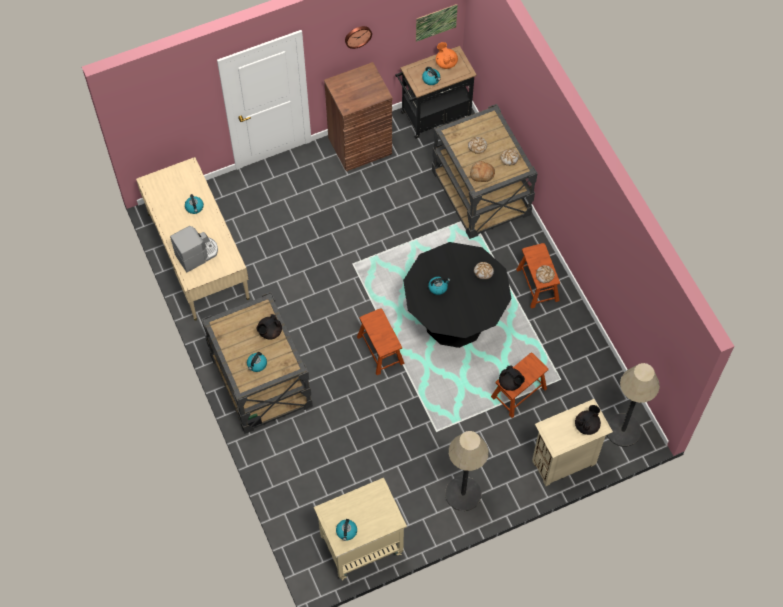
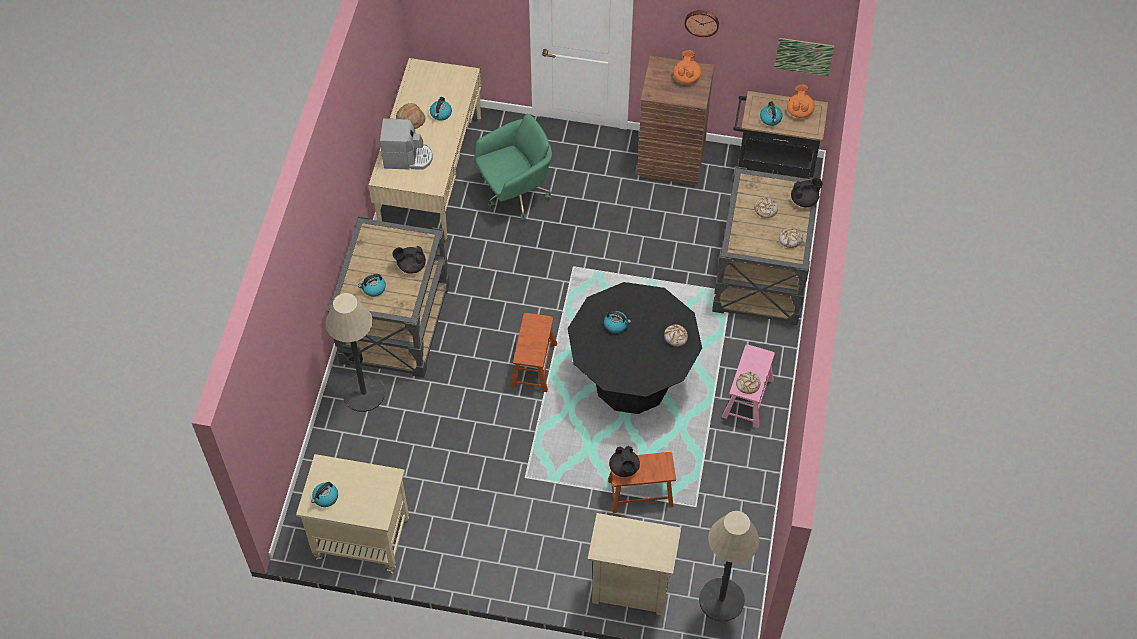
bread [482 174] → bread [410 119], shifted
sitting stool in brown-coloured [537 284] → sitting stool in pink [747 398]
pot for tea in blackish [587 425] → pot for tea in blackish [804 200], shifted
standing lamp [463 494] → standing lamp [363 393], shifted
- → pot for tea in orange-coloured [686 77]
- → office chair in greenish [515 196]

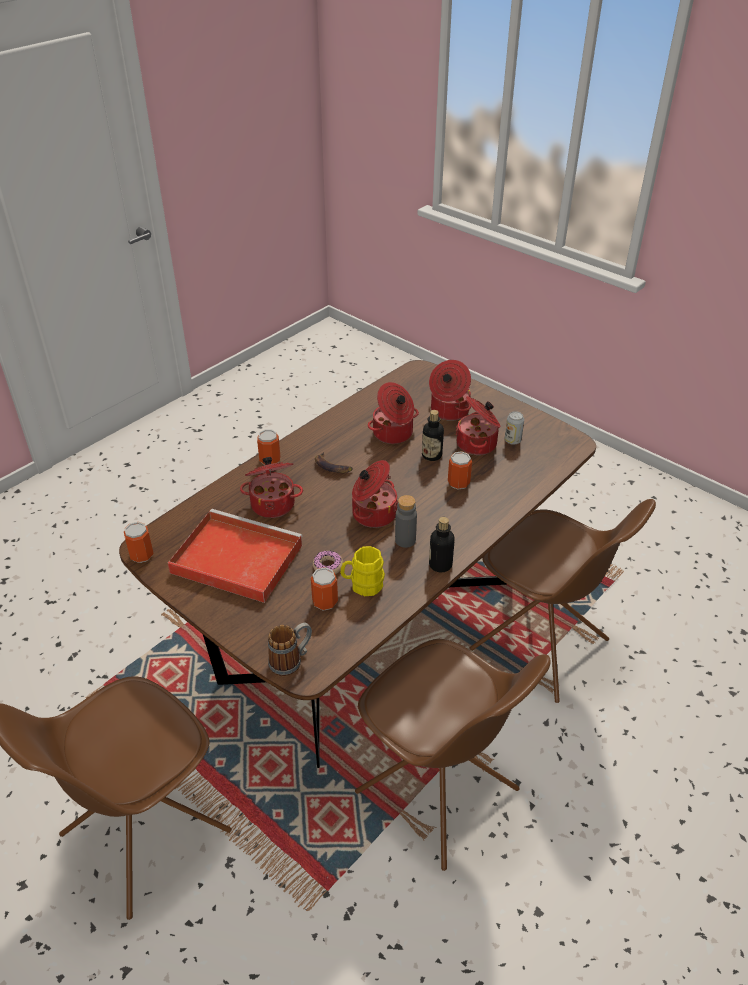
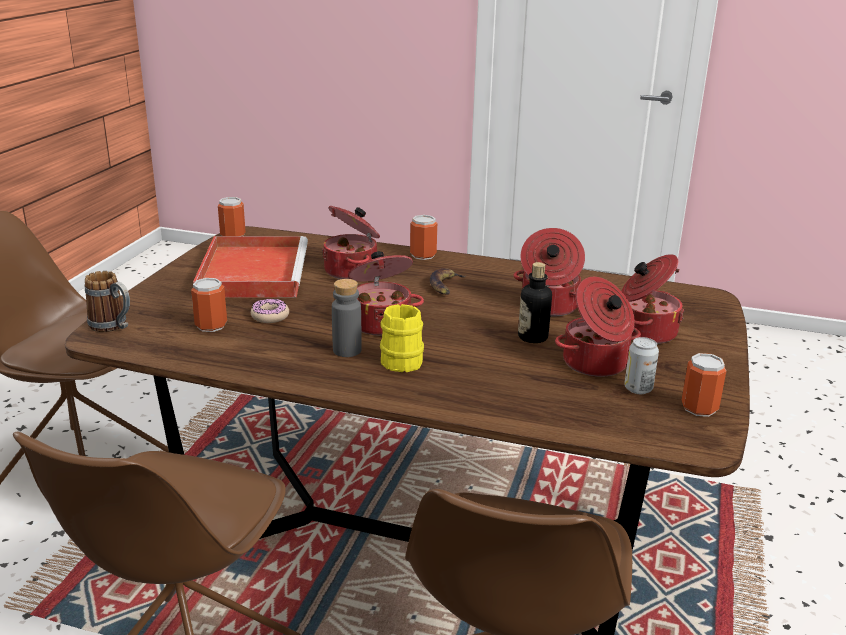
sealed can [458 483] → sealed can [699 408], shifted
bottle [440 565] → -
coffee mug in yellowish [362 585] → coffee mug in yellowish [398 359], shifted

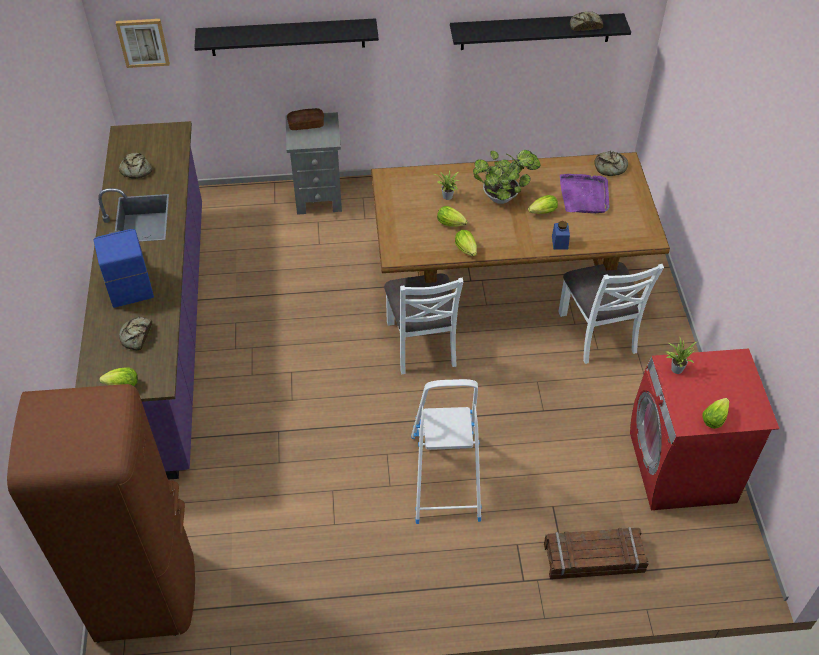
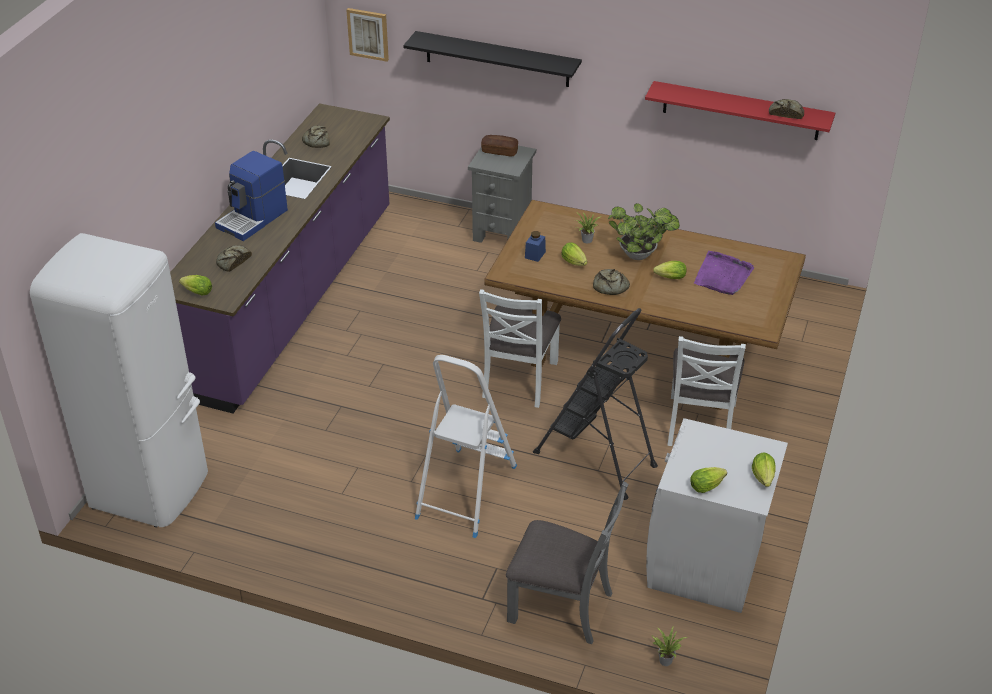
shelf in blackish [535 31] → shelf in reddish [741 111]
bread [610 167] → bread [610 286], shifted
storage jar in bluish [559 242] → storage jar in bluish [535 255], shifted
coffee brewer [127 279] → coffee brewer [253 219], 150 degrees counterclockwise
head of lettuce [467 250] → head of lettuce [763 479], shifted
houseplant [675 368] → houseplant [665 659], shifted
laundry appliance in reddish [684 468] → laundry appliance in whitish [706 565]
refrigerator in brown-coloured [148 593] → refrigerator in whitish [153 488]
crate [594 559] → upright chair in greyish [562 606]
- → step stool [596 459]

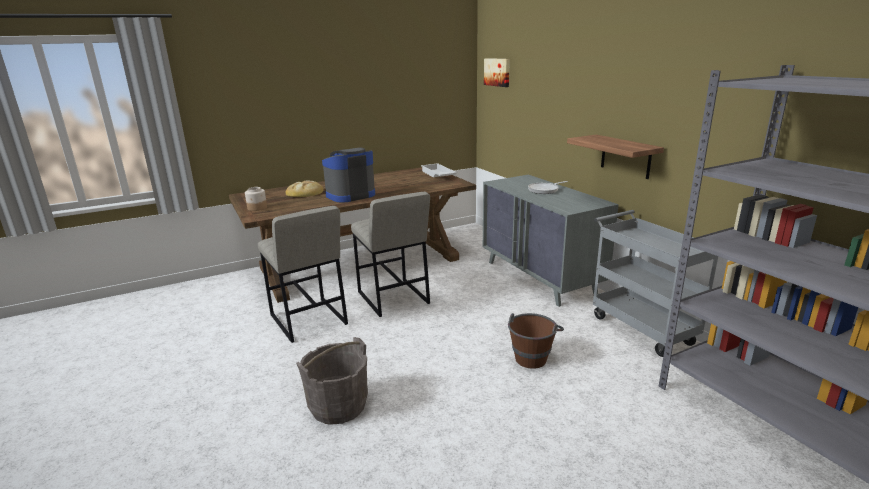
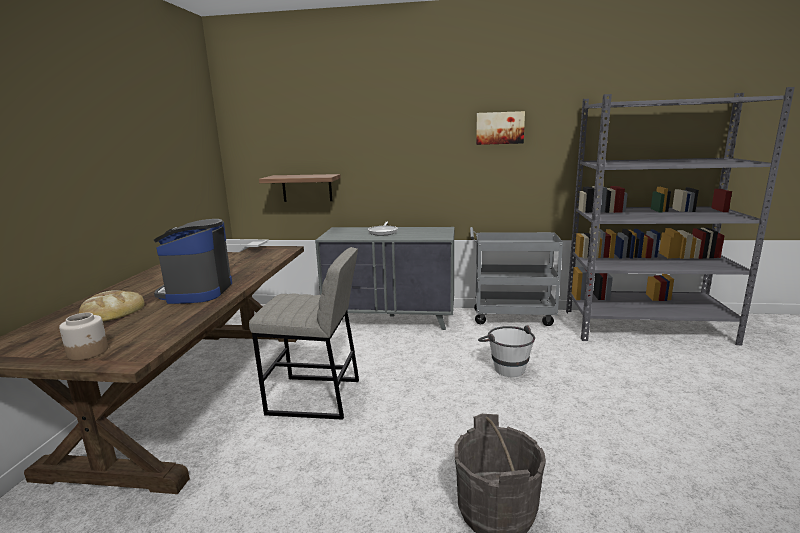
wall art [497 72] → wall art [499 128], shifted
shelf [625 156] → shelf [307 188], shifted
upright chair in greyish [309 320] → -
water bucket in brown-coloured [532 355] → water bucket in whitish [505 366]

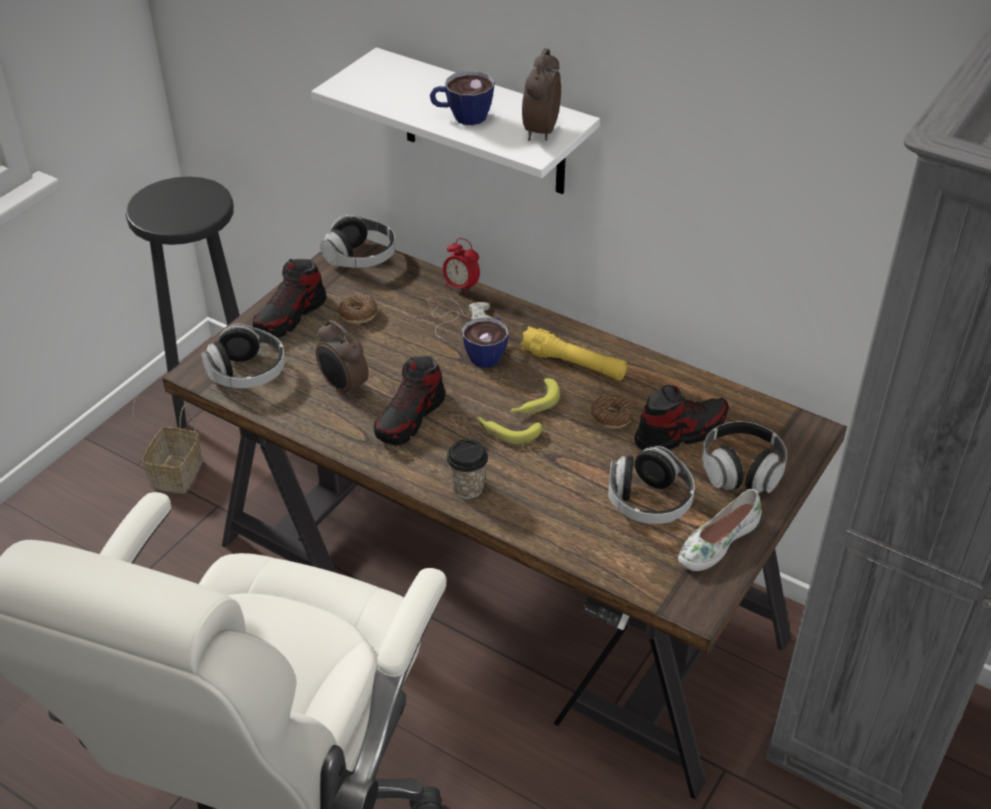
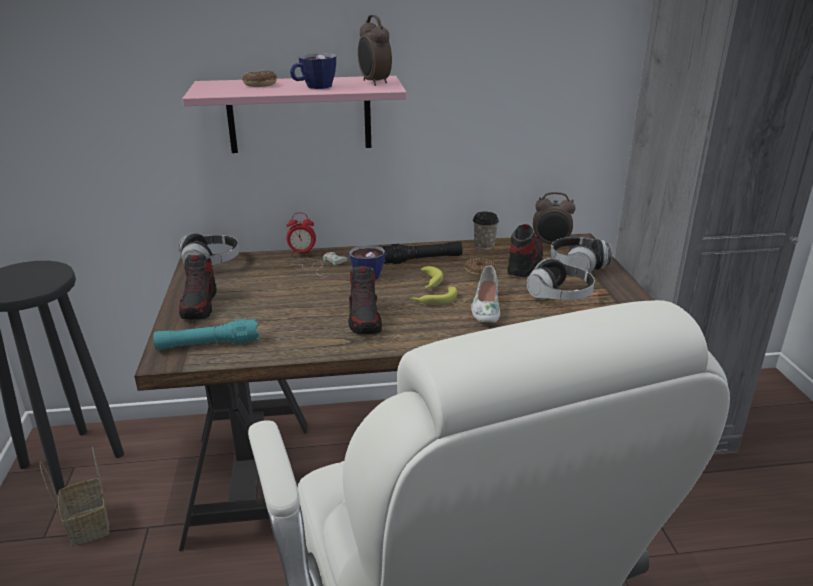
shelf in whitish [484 124] → shelf in pink [299 114]
ring doughnut [358 314] → ring doughnut [260 85], shifted
bedside clock [343 388] → bedside clock [551 244], shifted
headset [247 373] → flashlight in blue-green [208 345]
flashlight in yellowish [573 364] → flashlight in blackish [422 260]
small cup [467 487] → small cup [484 246], shifted
item of footwear in whitish [717 541] → item of footwear in whitish [485 307], shifted

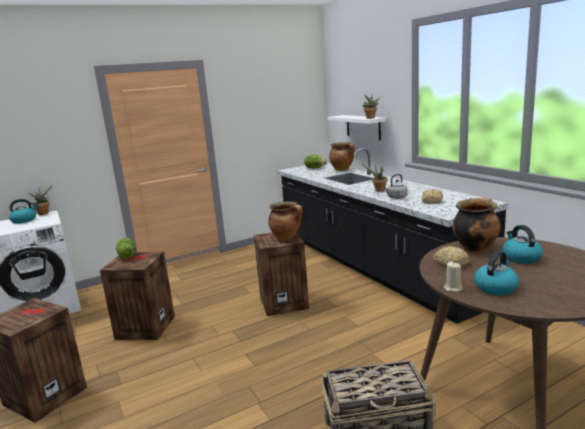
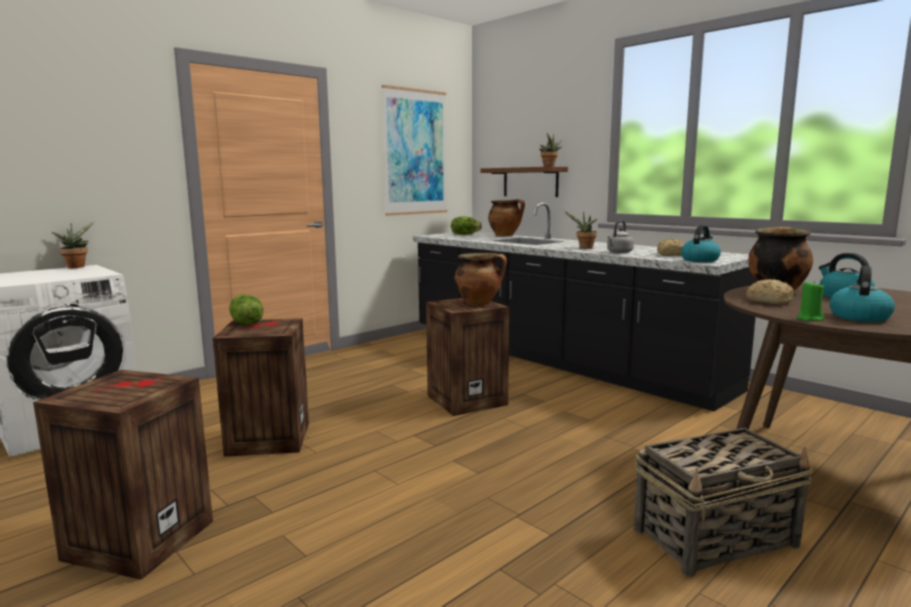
shelf in whitish [363 127] → shelf in brown-coloured [530 182]
kettle [24 220] → kettle [700 260], shifted
wax candle in beige [453 288] → wax candle in greenish [809 319]
- → wall art [415 152]

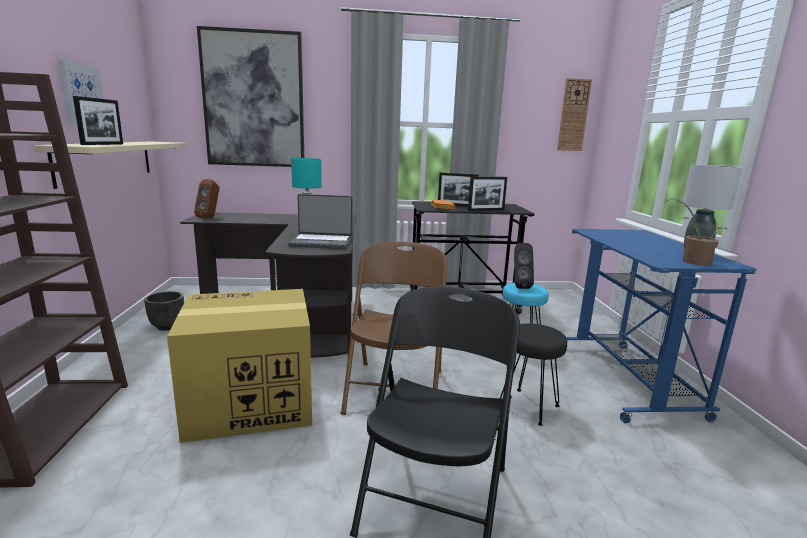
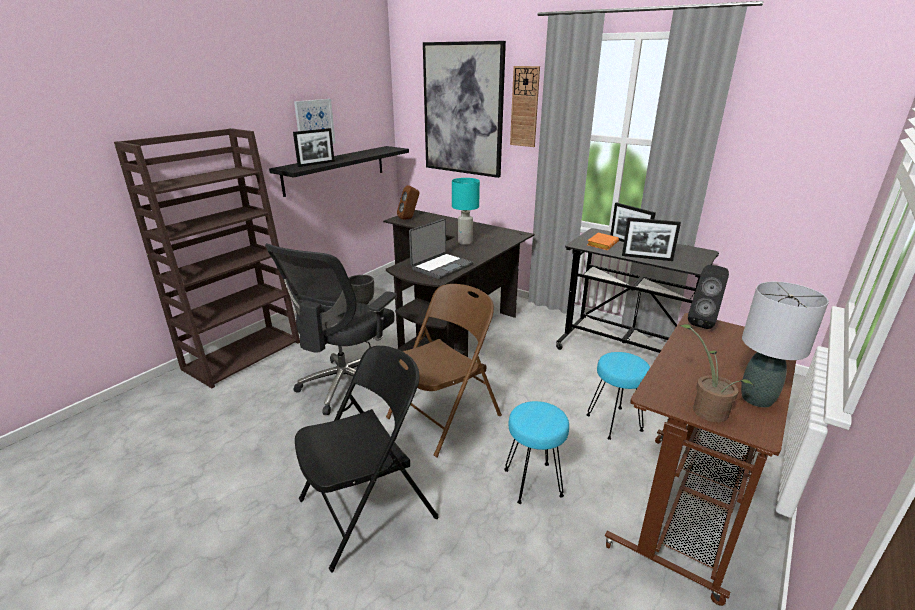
hanging clock [573 115] → hanging clock [524 107], shifted
shelf in beige [107 161] → shelf in blackish [335 169]
laptop [322 242] → laptop [441 267], 90 degrees counterclockwise
desk table in bluish [624 379] → desk table in brown-coloured [683 509]
speaker in blackish [519 286] → speaker in blackish [703 322], shifted
packing box [248 403] → office chair [345 383]
sitting stool in blackish [527 406] → sitting stool in blue-green [533 482]

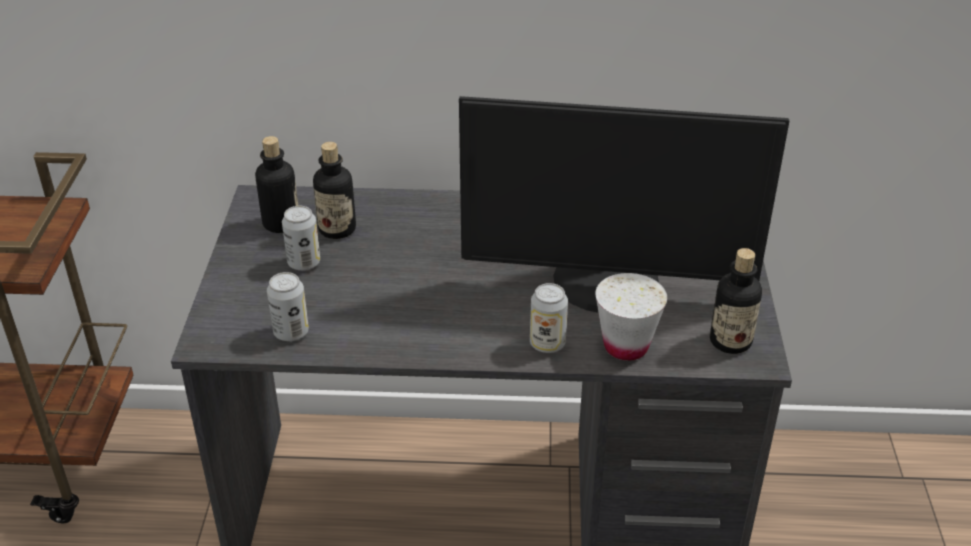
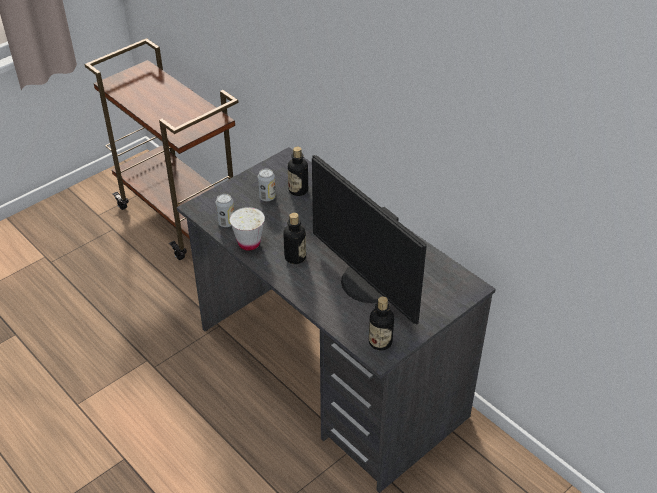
bottle [281 223] → bottle [295 257], shifted
small cup in whitish [626 346] → small cup in whitish [249 243], shifted
sealed can [547 344] → -

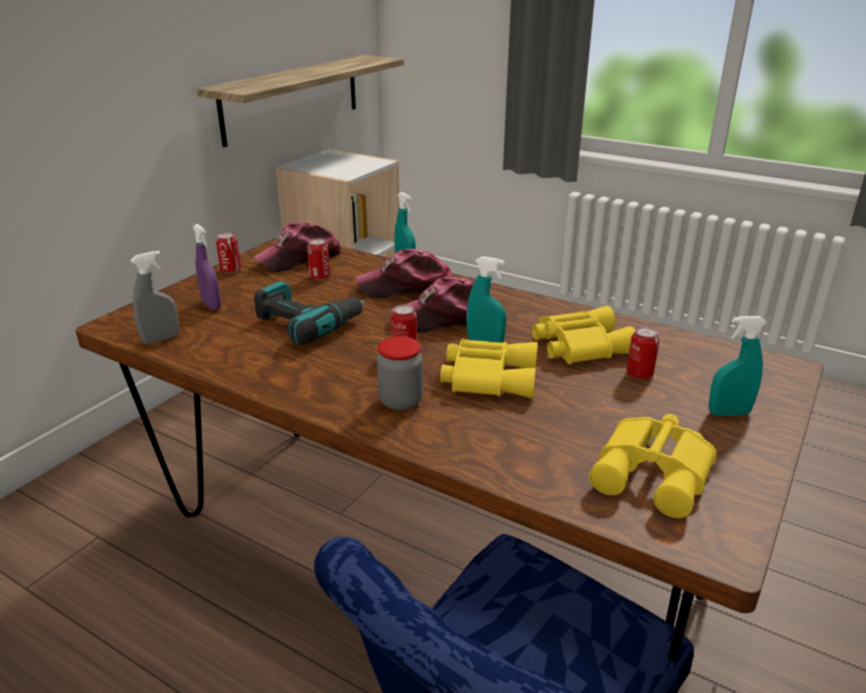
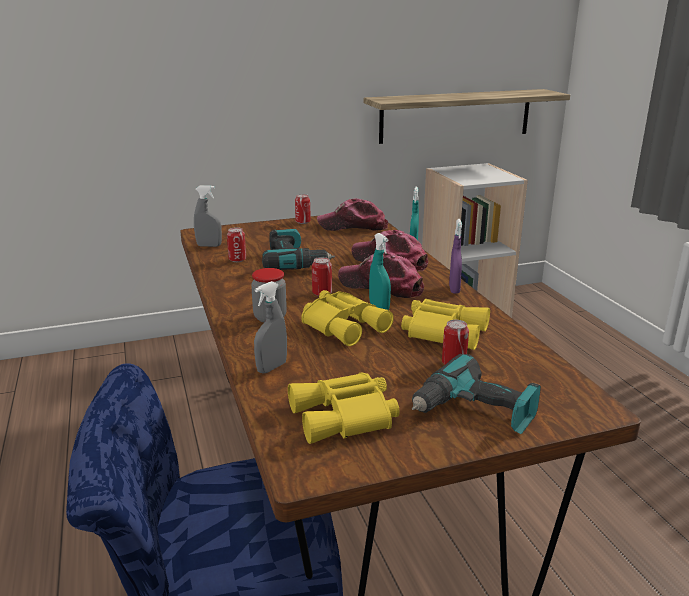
hand sprayer in purplish [211 305] → hand sprayer in purplish [454 289], shifted
sealed can [320 277] → sealed can [237 260], shifted
hand sprayer in blue-green [728 413] → power drill [474 412]
- → hand sprayer in greyish [271 367]

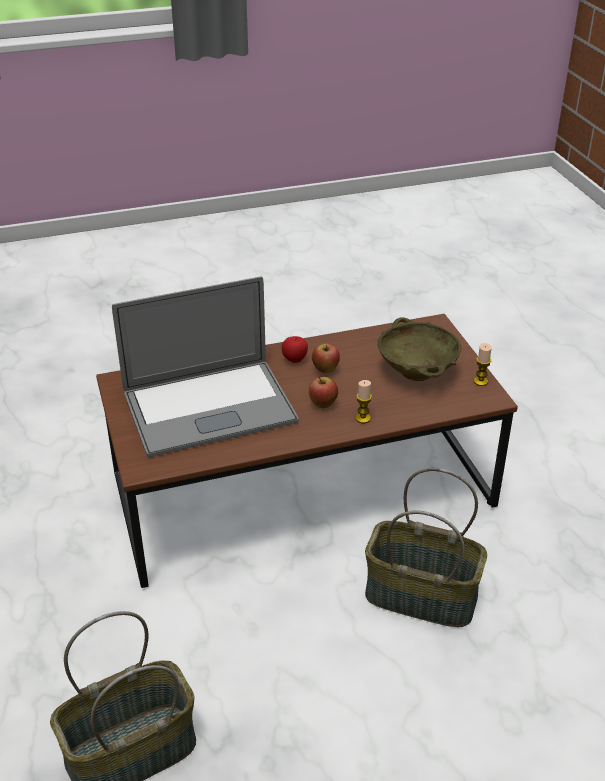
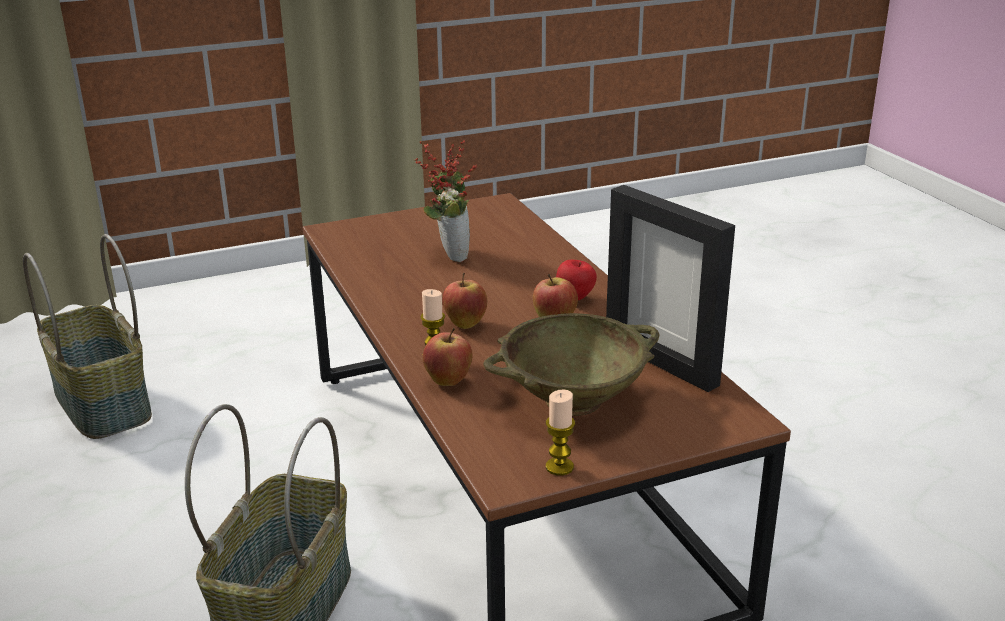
laptop [209 408] → houseplant [449 254]
- → standing frame [662 361]
- → whole apple [448 382]

